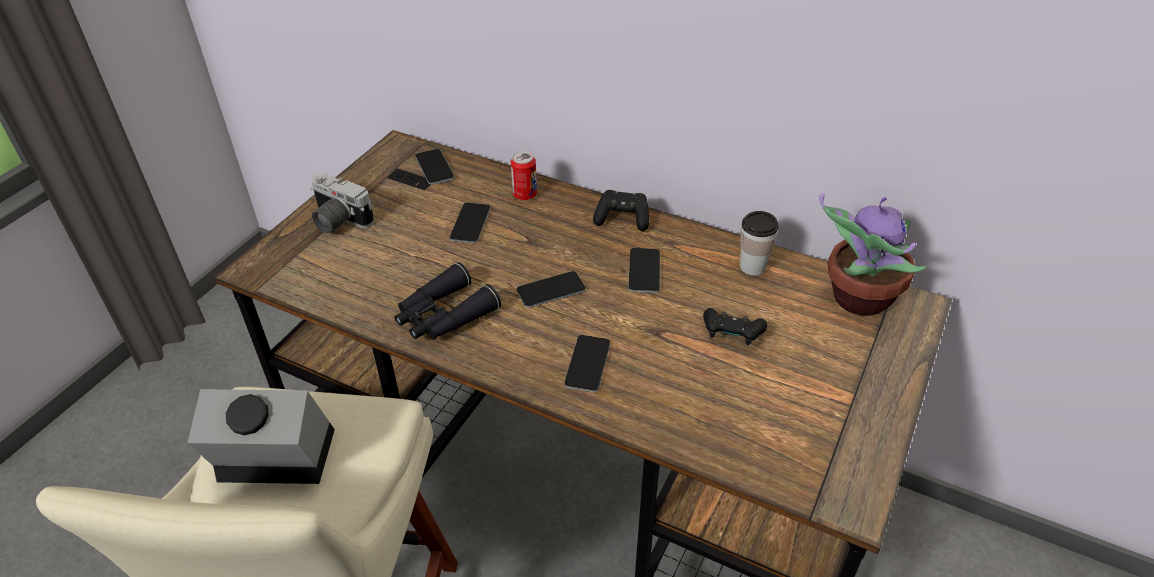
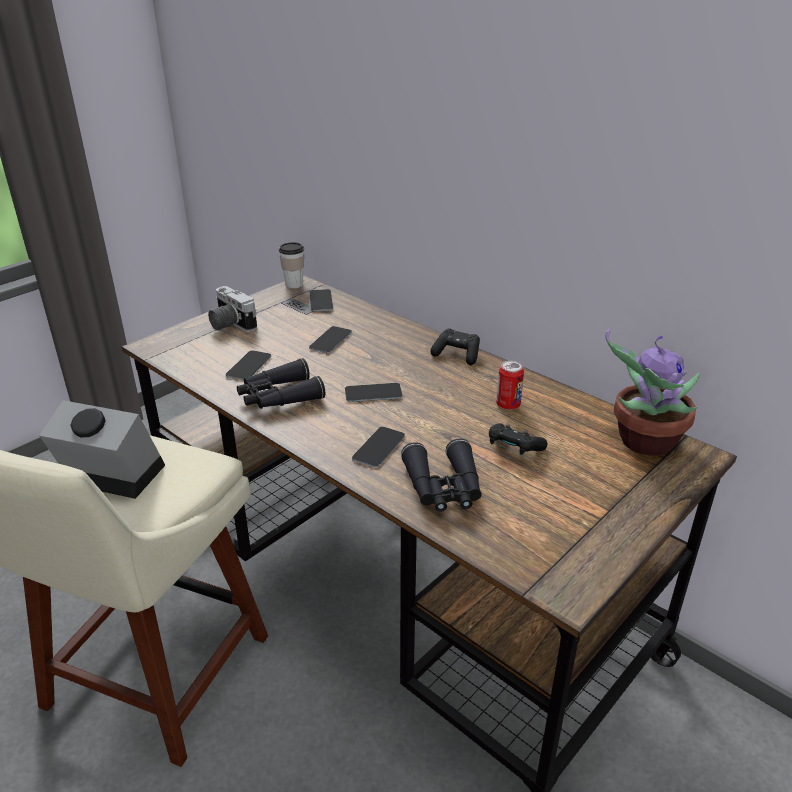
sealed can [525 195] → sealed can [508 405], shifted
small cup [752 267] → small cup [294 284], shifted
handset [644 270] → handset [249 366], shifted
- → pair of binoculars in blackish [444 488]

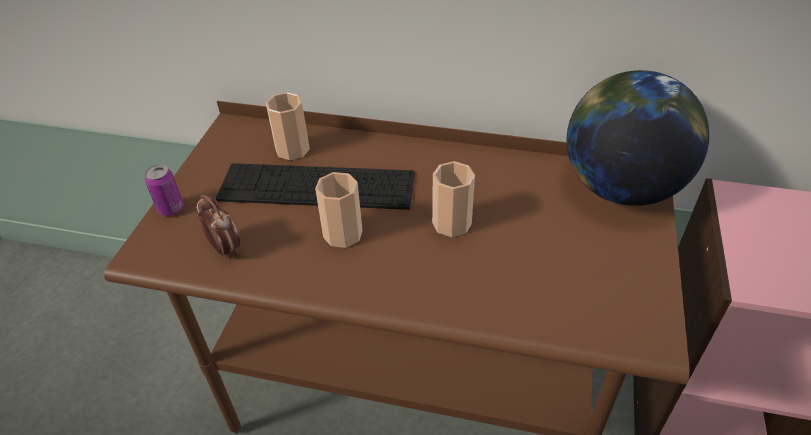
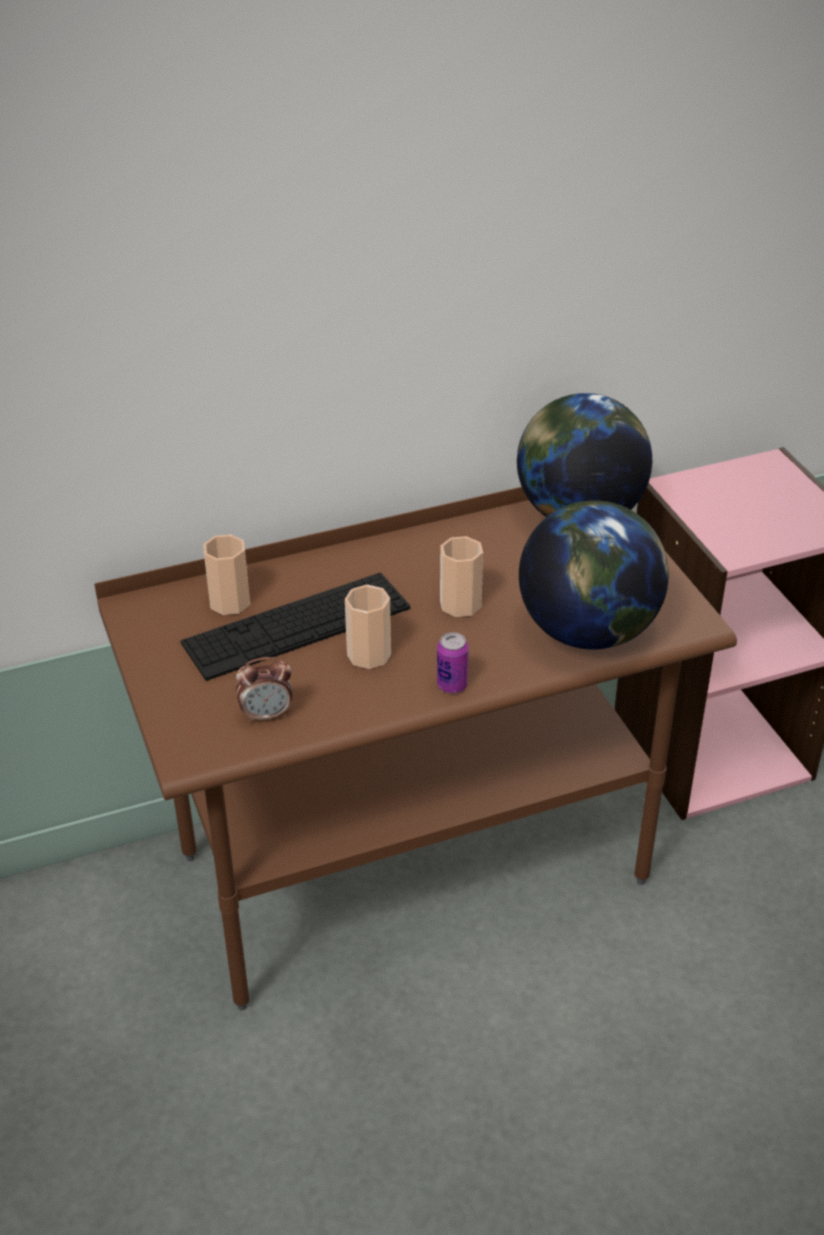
sealed can [171 209] → sealed can [452 685], shifted
bedside clock [225 248] → bedside clock [267 715], 150 degrees clockwise
- → desk globe [588 631]

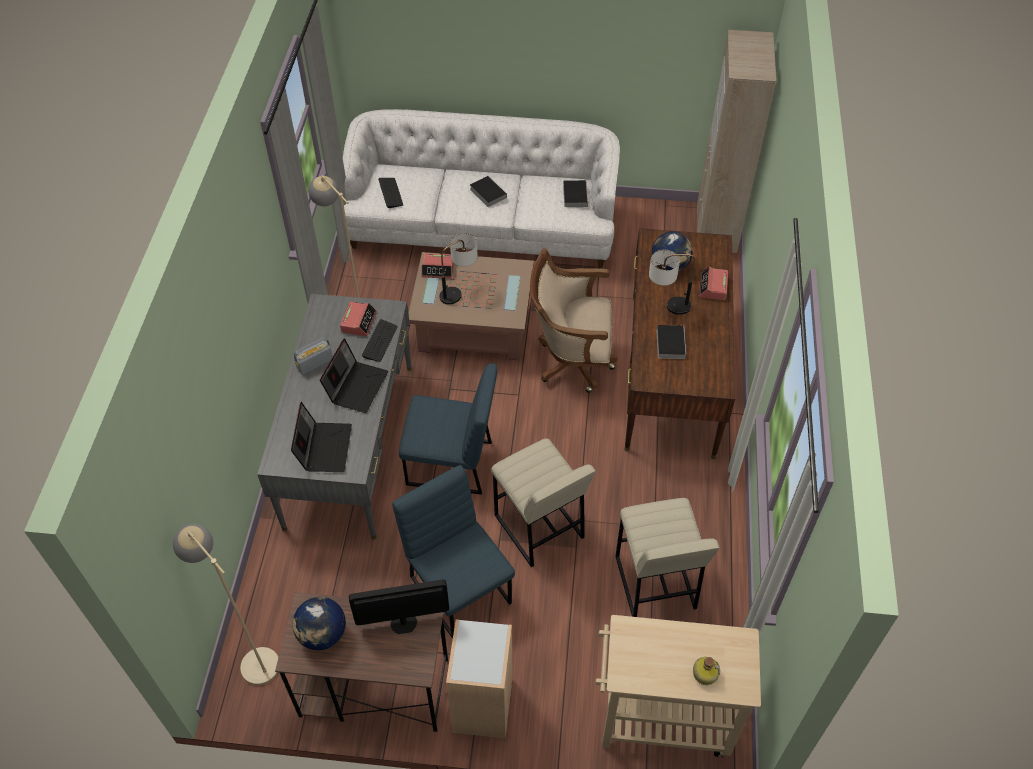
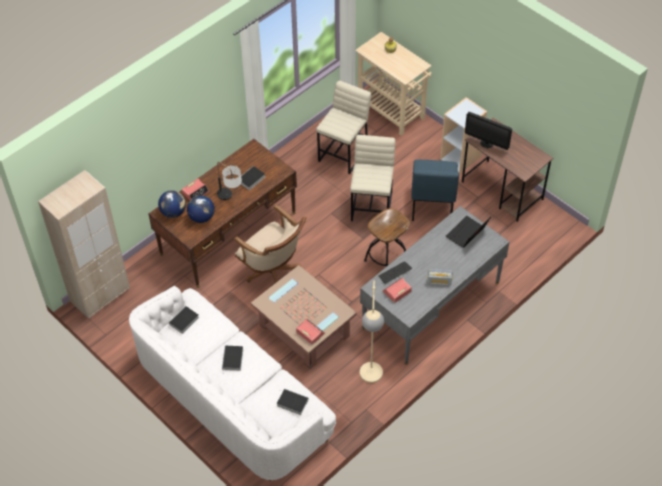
PC keyboard [390 193] → bound book [291 402]
tabletop lamp [459 291] → -
laptop [356 386] → -
upright chair in bluish [452 464] → sitting stool in brown-coloured [386 261]
standing lamp in beige [252 657] → -
desk globe [322 634] → desk globe [173 212], shifted

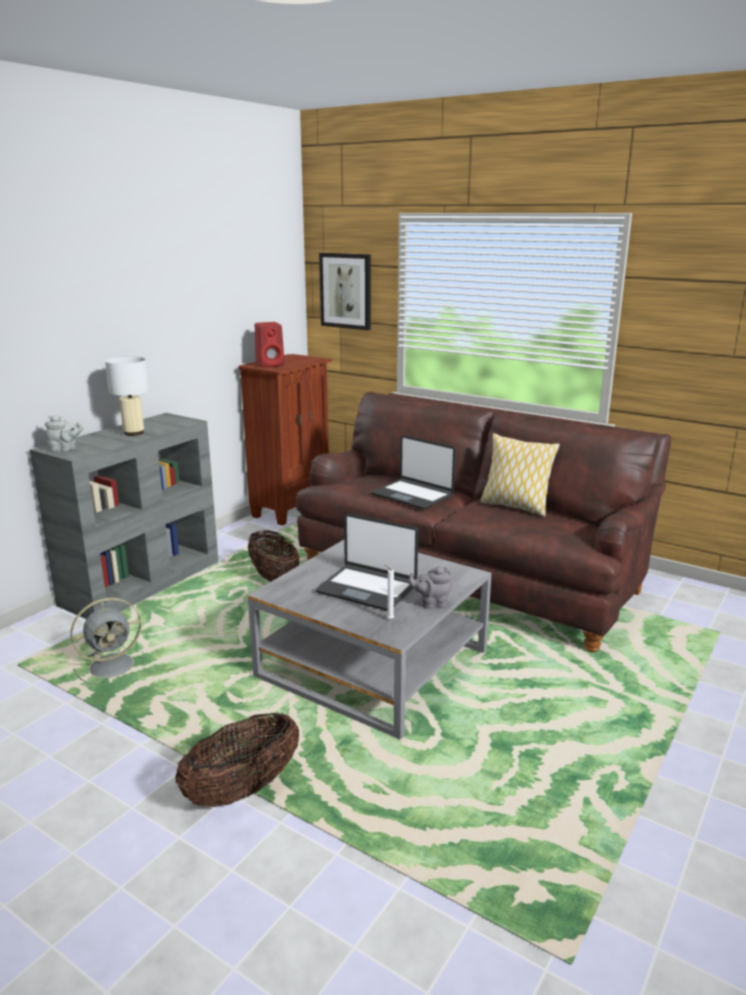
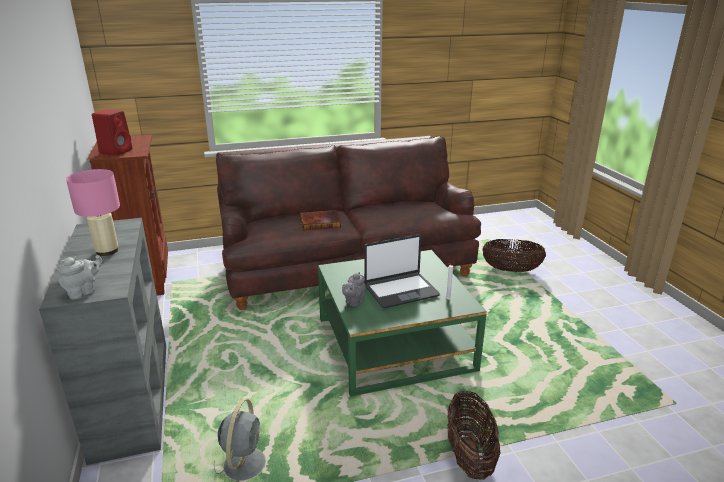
wall art [346 291] → -
tabletop lamp in whitish [133 433] → tabletop lamp in pink [106 251]
pillow [515 506] → -
laptop [413 495] → bound book [320 222]
storage basket [274 578] → storage basket [511 270], shifted
coffee table in greyish [373 663] → coffee table in greenish [394 343]
pot for tea in greyish [431 603] → pot for tea in greyish [353 302], shifted

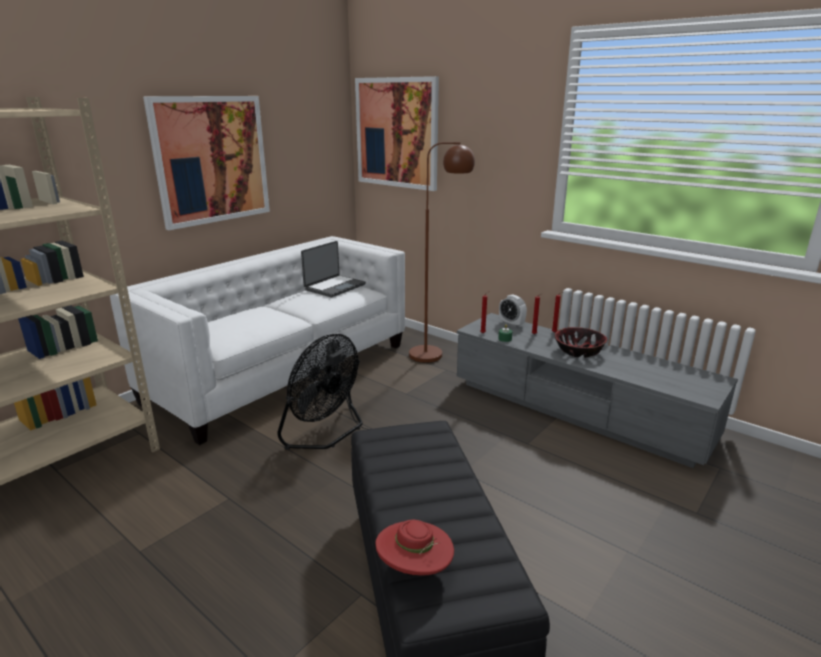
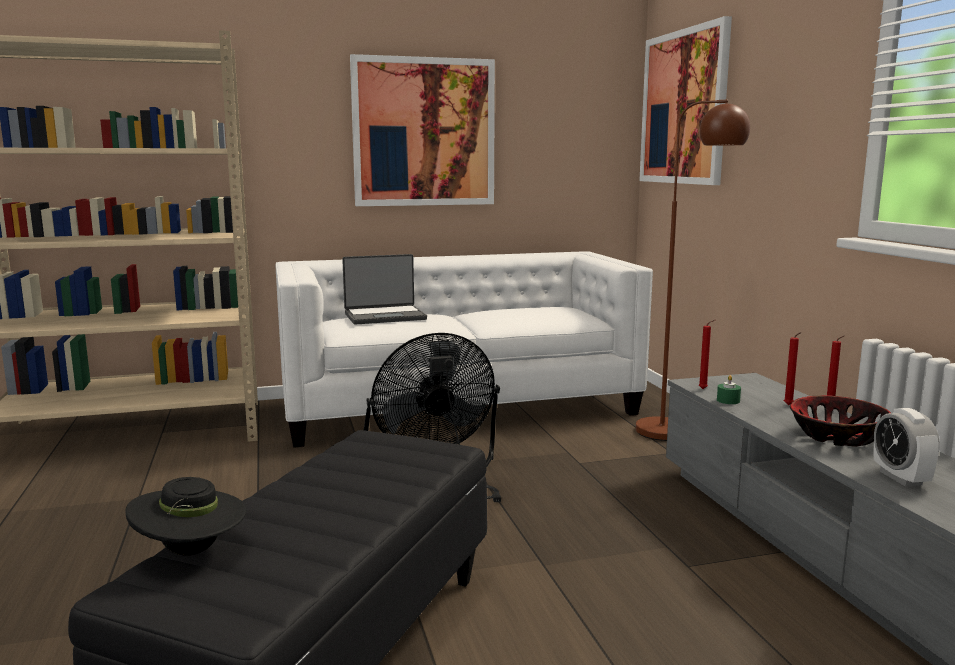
laptop [334 287] → laptop [385 316], shifted
bedside clock [511 324] → bedside clock [900 478], shifted
clothing hat in reddish [415 569] → clothing hat in blackish [191 552]

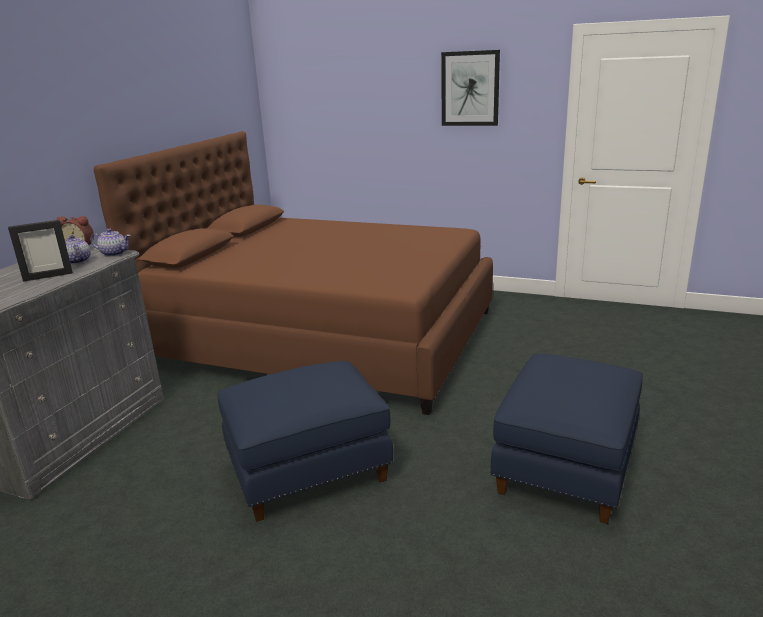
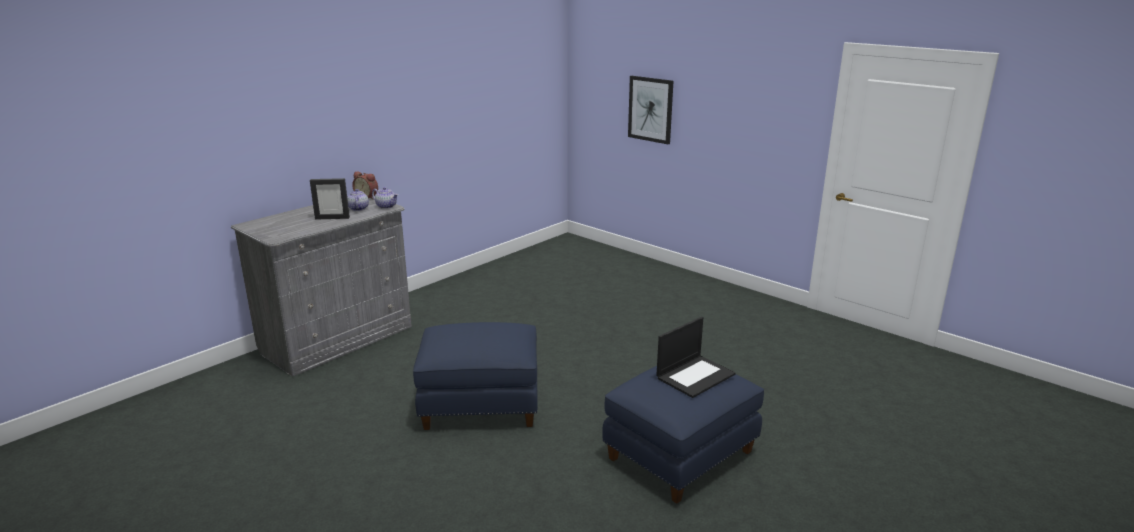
wall art [470 88] → wall art [650 109], shifted
sleeping bed in brown-coloured [324 337] → -
- → laptop [695 375]

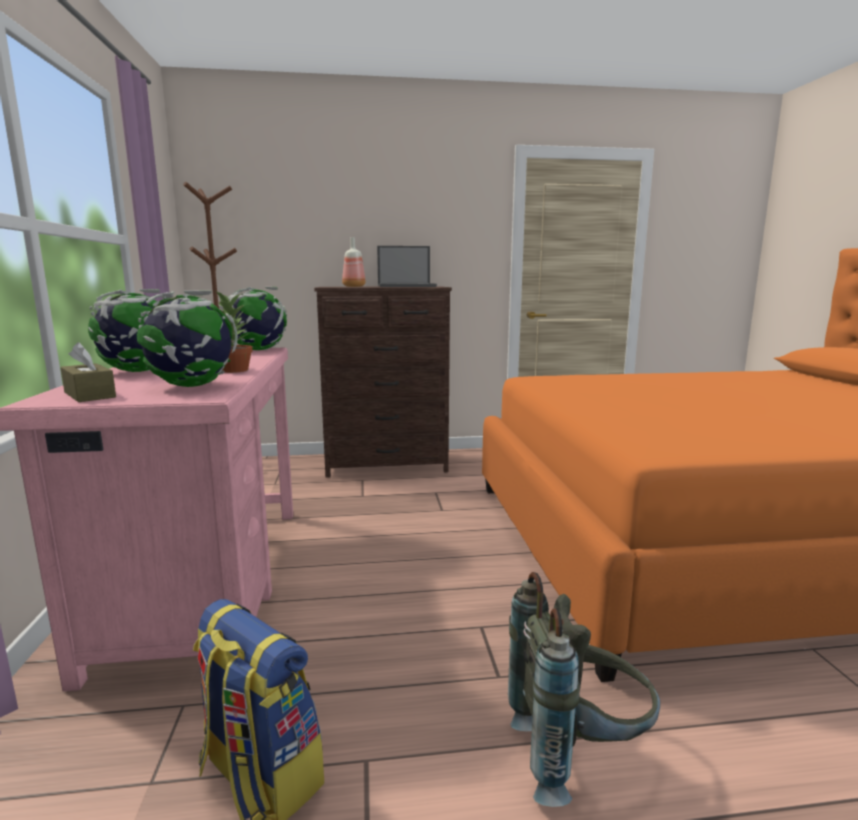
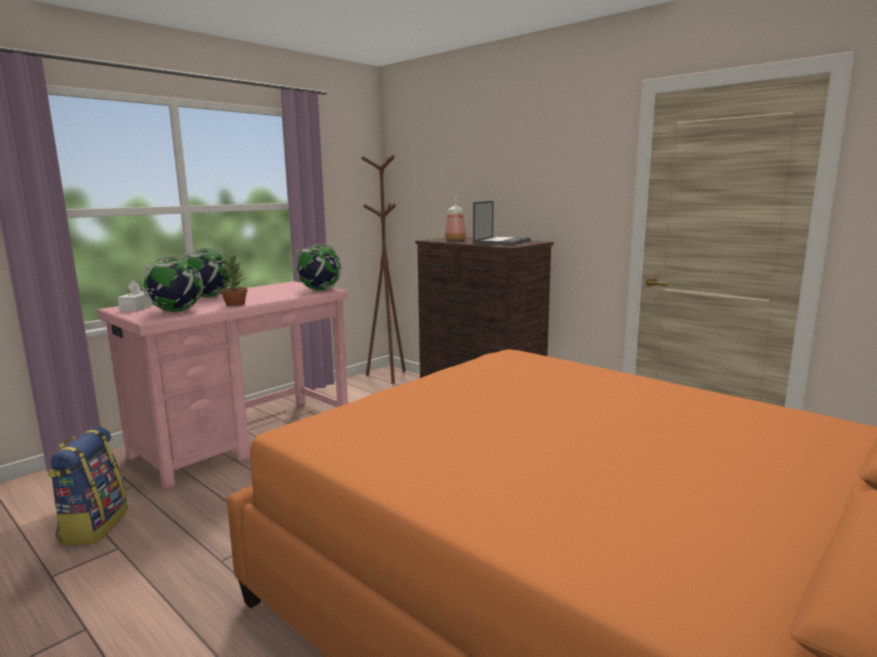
laptop [407 286] → laptop [502 242], 105 degrees counterclockwise
tissue holder in brown-coloured [89 395] → tissue holder in whitish [138 308]
backpack in greyish [577 753] → -

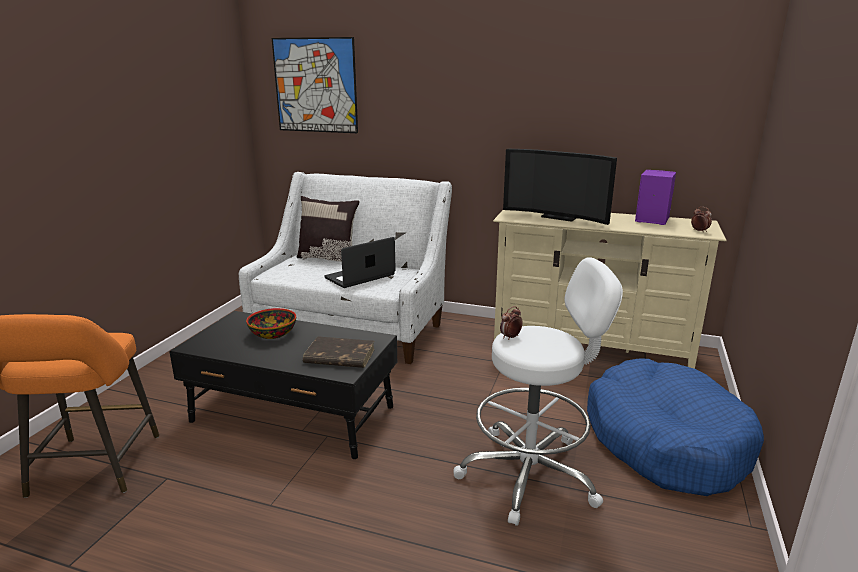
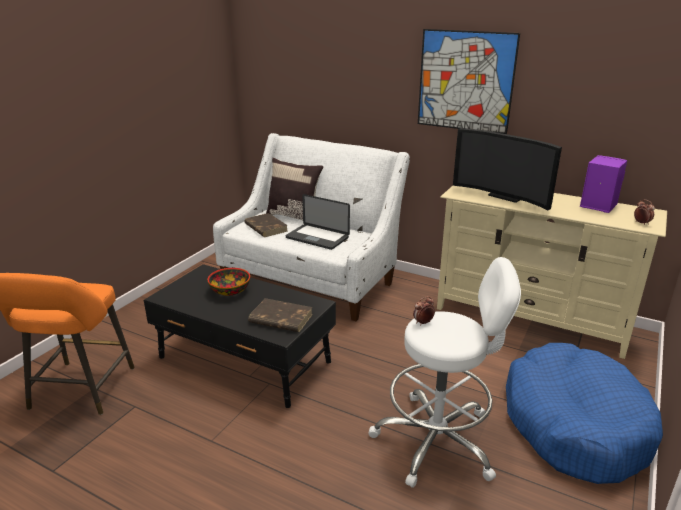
wall art [315 85] → wall art [465 81], shifted
laptop [360 277] → laptop [317 238], 120 degrees counterclockwise
- → bound book in brown-coloured [265 227]

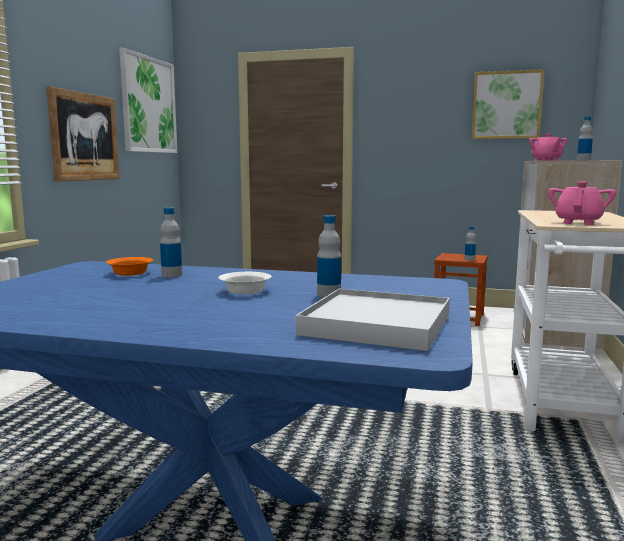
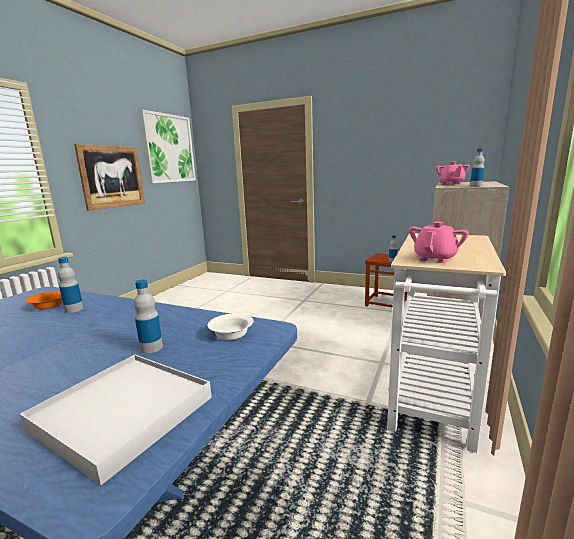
wall art [506 105] → -
deep dish in whitish [246 291] → deep dish in whitish [232 334], shifted

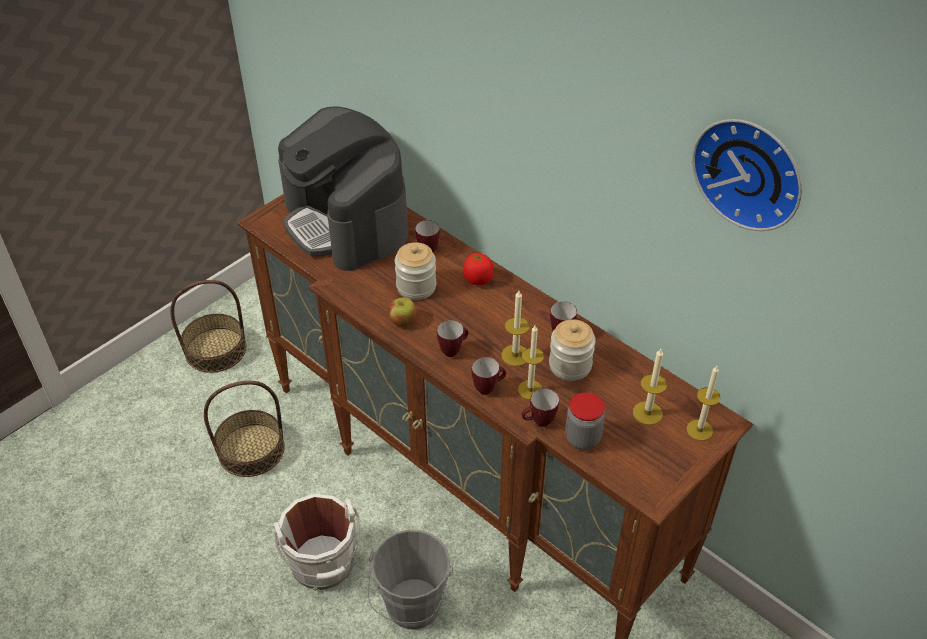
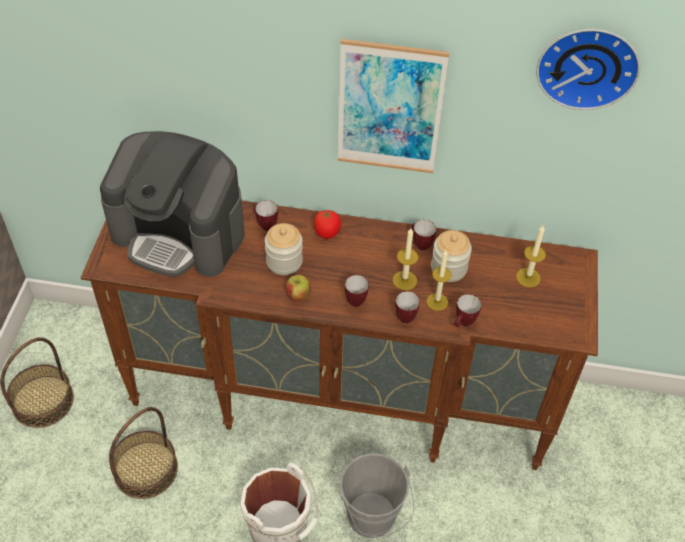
wax candle [699 430] → -
storage jar [582 438] → -
- → wall art [390 108]

